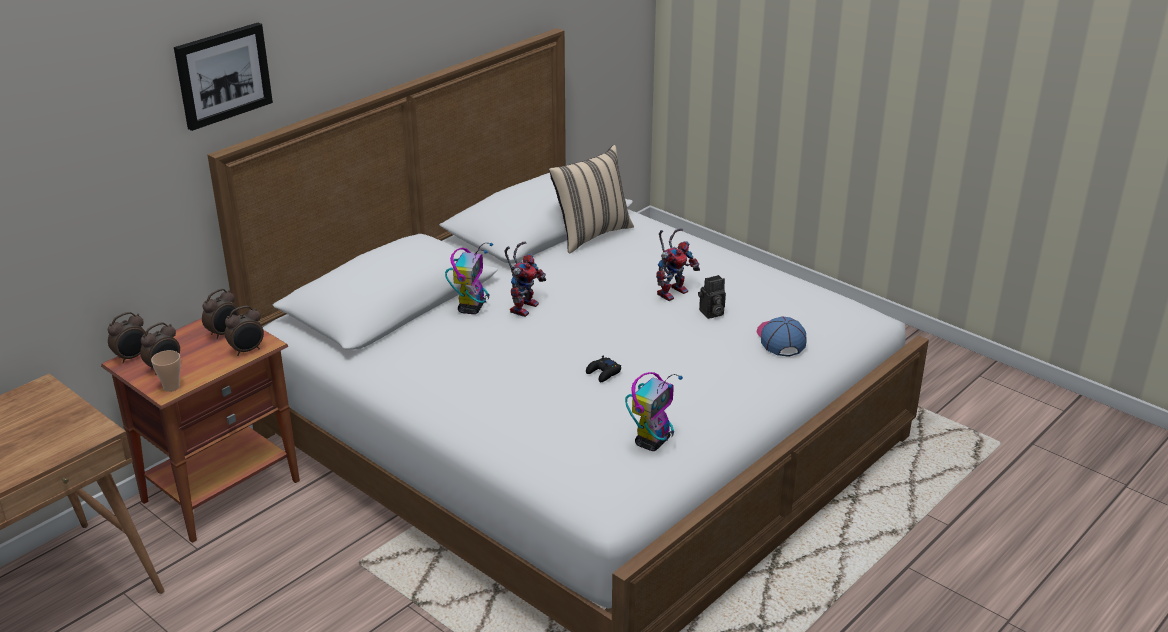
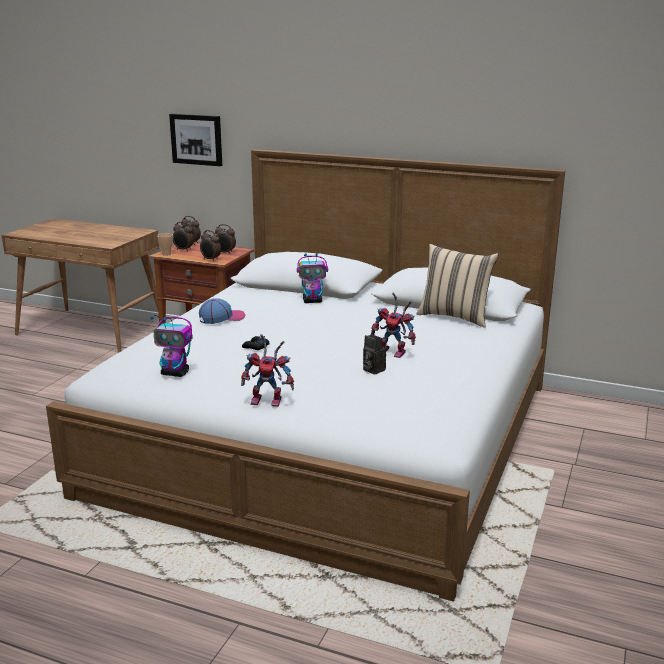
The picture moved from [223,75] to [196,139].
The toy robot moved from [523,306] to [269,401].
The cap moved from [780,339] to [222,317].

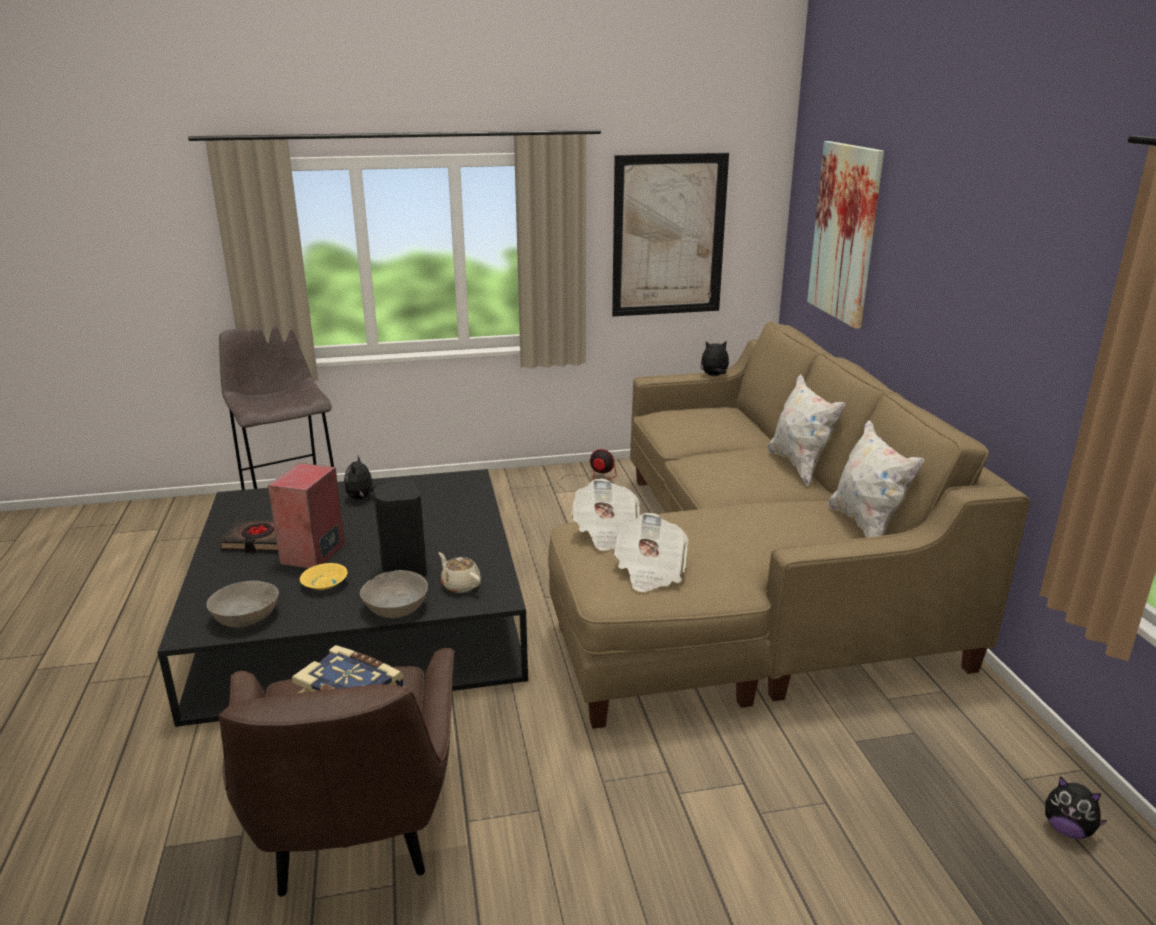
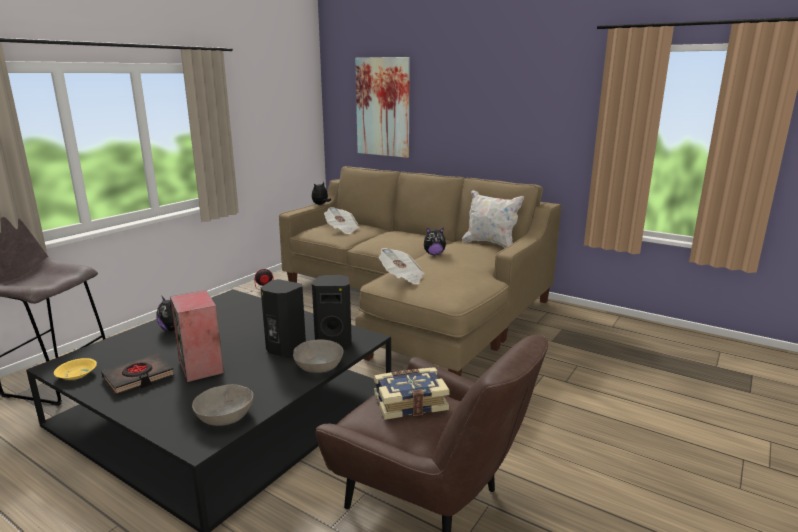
The picture at [668,236] disappeared.
The white pillow at [799,466] disappeared.
The newspaper moved from [649,571] to [342,229].
The beige teapot at [460,585] was replaced by the black speaker at [334,341].
The yellow bowl moved from [325,584] to [78,375].
The plush toy moved from [1067,829] to [434,254].

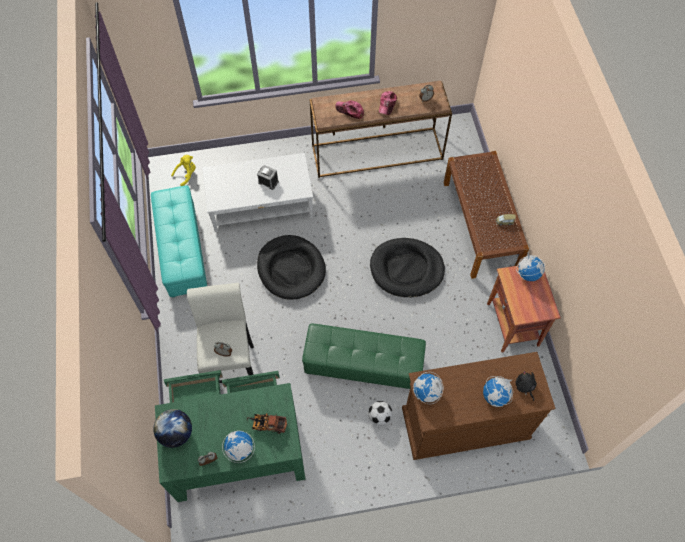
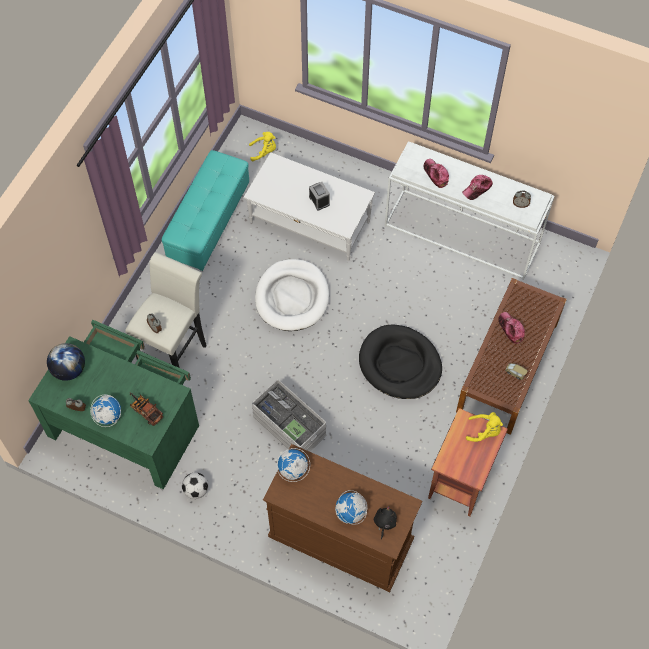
The brown console table at [378,152] became the white console table at [463,234].
The black dog bed at [291,269] became the white dog bed at [292,297].
The globe at [528,274] was replaced by the yellow plush toy at [484,431].
The green ottoman at [362,365] was replaced by the grey storage box at [288,425].
The football moved from [379,416] to [196,490].
The cap at [511,329] appeared.

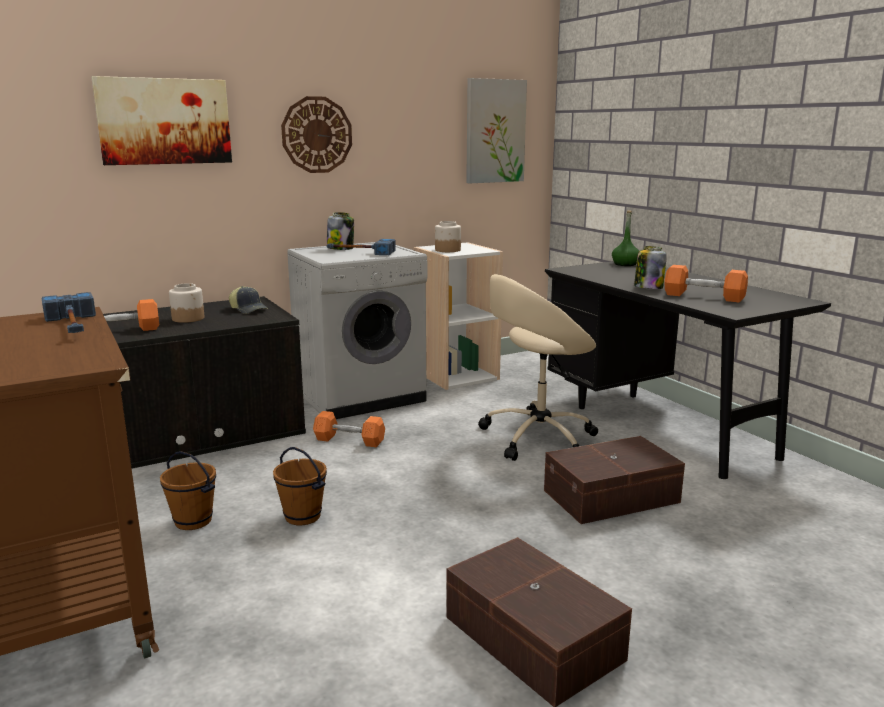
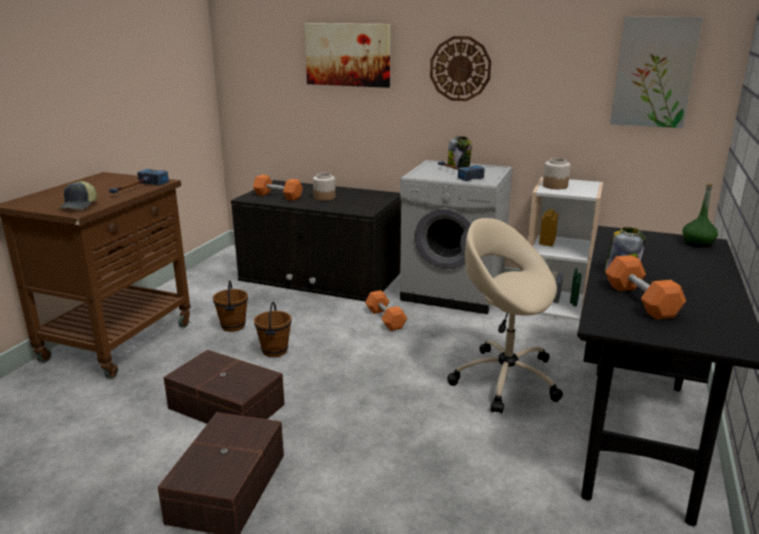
The cap moved from [249,309] to [79,206].
The brown storage box moved from [613,497] to [226,408].

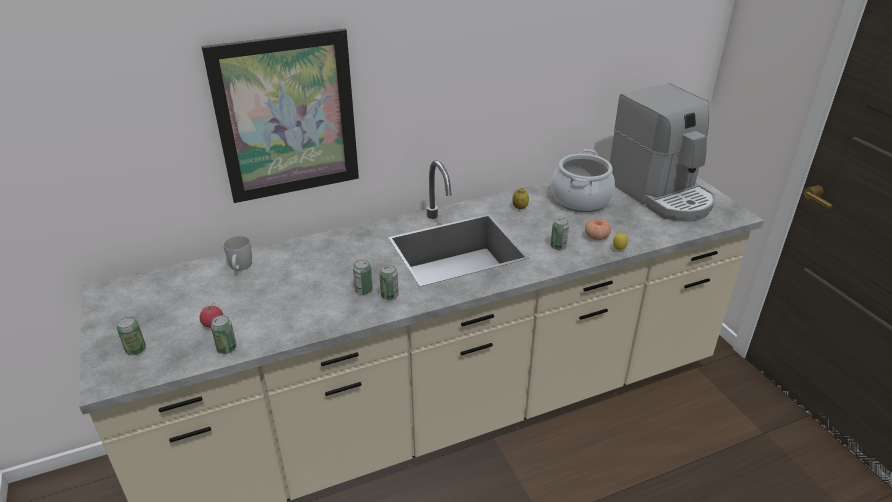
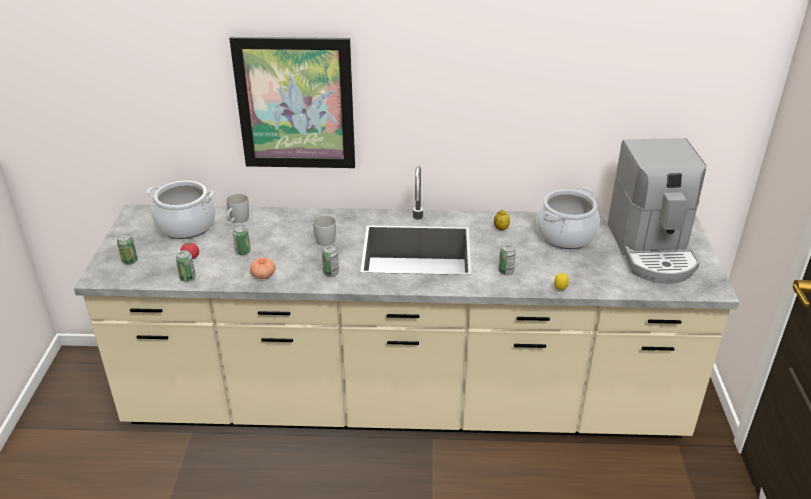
The tomato moved from [596,237] to [263,275].
The can moved from [364,290] to [243,252].
The cooking pot at [186,226] appeared.
The white mug at [326,238] appeared.

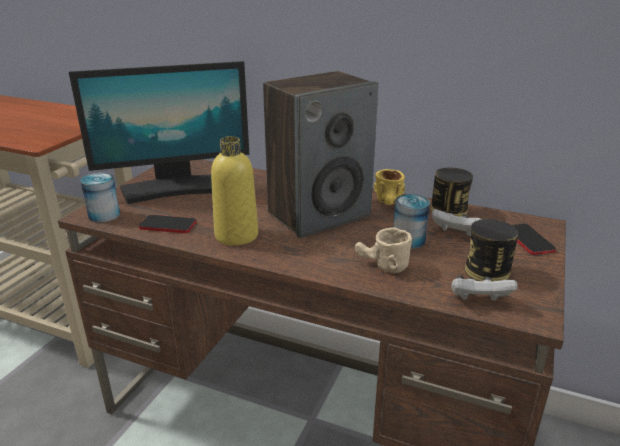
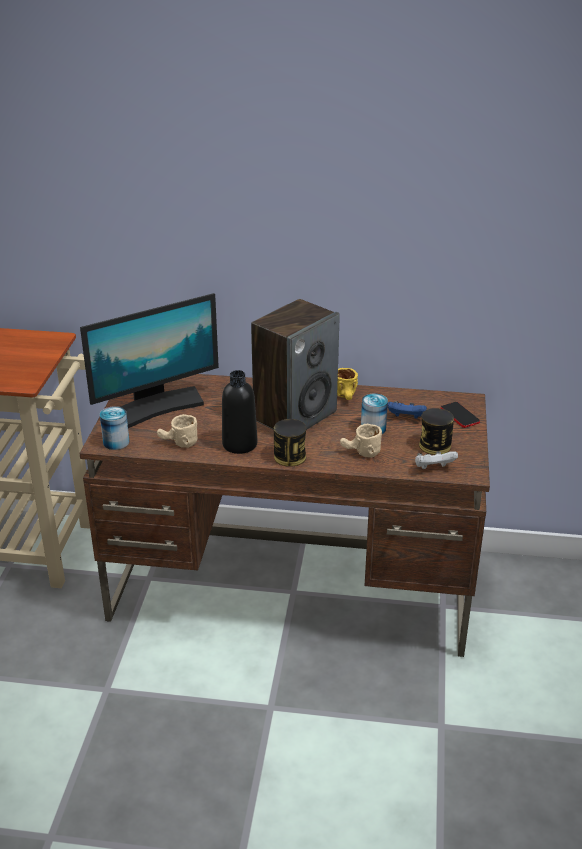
The yellow bottle at [236,235] became the black bottle at [239,444].
The can moved from [448,211] to [289,457].
The white game controller at [455,234] became the blue game controller at [406,418].
The phone at [168,225] was replaced by the beige mug at [178,443].

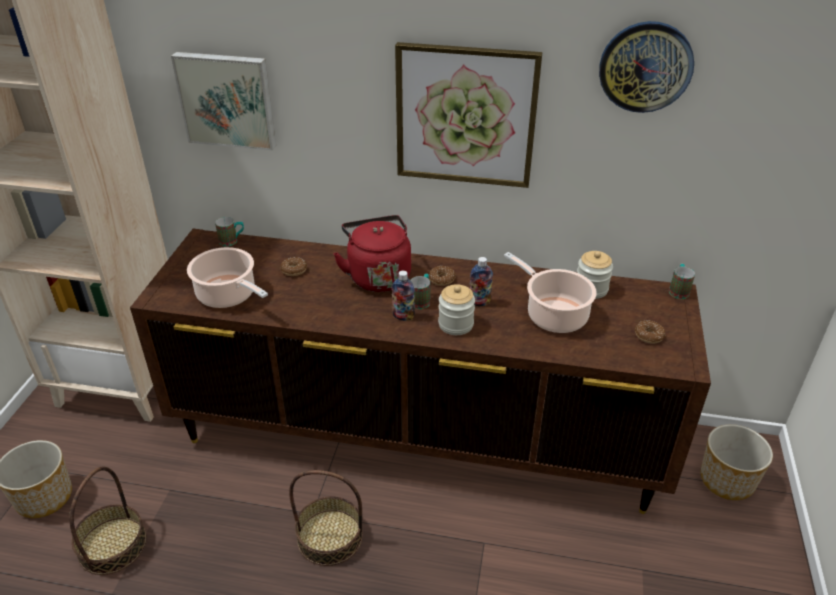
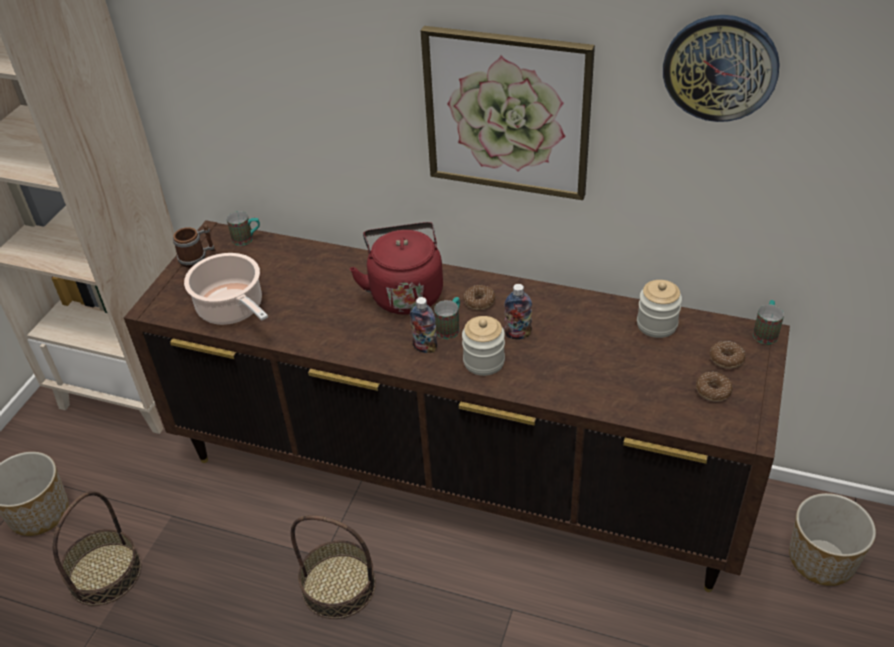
The picture at [227,99] disappeared.
The cooking pot at [553,315] disappeared.
The donut moved from [294,270] to [726,359].
The mug at [198,258] appeared.

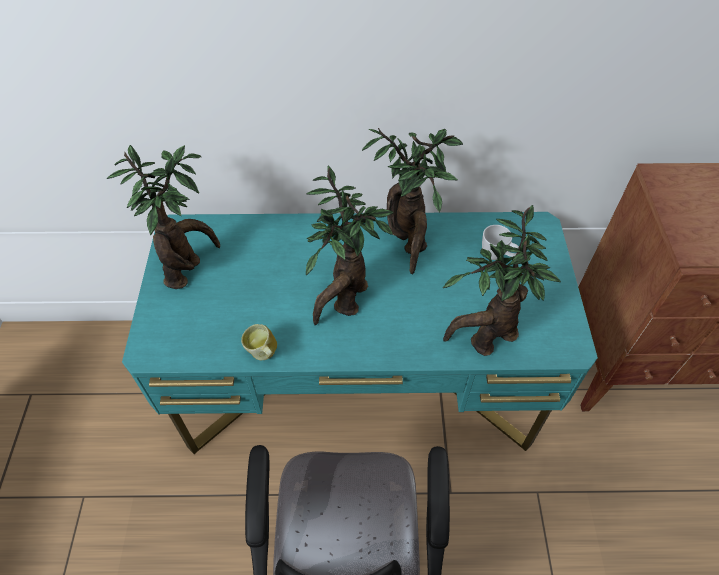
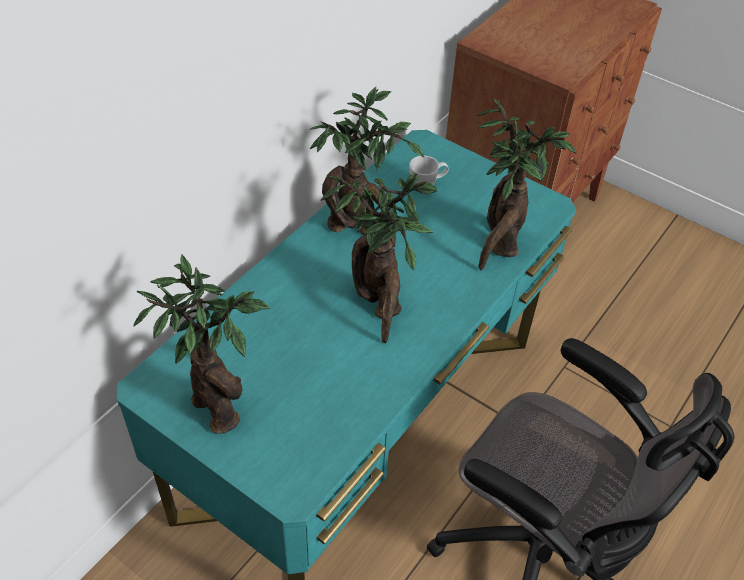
The mug at [263,354] disappeared.

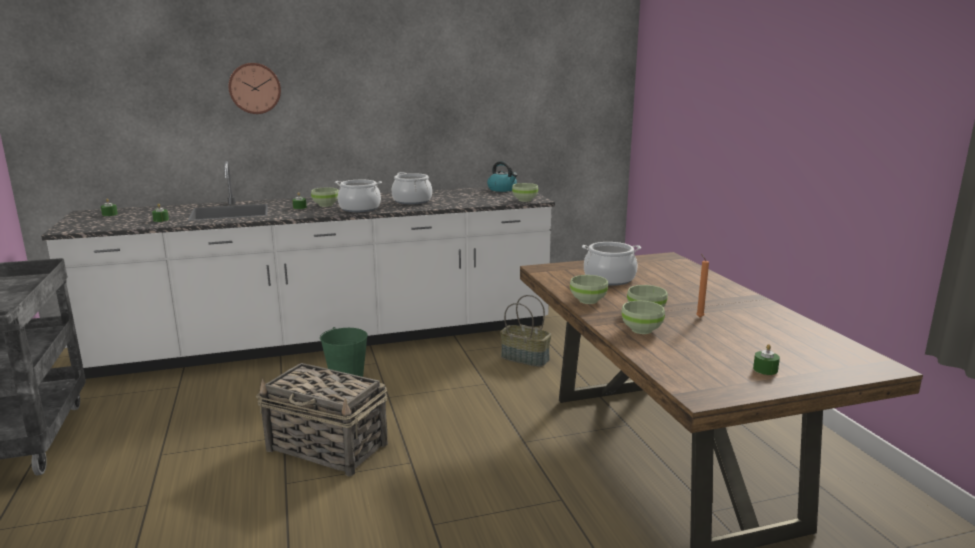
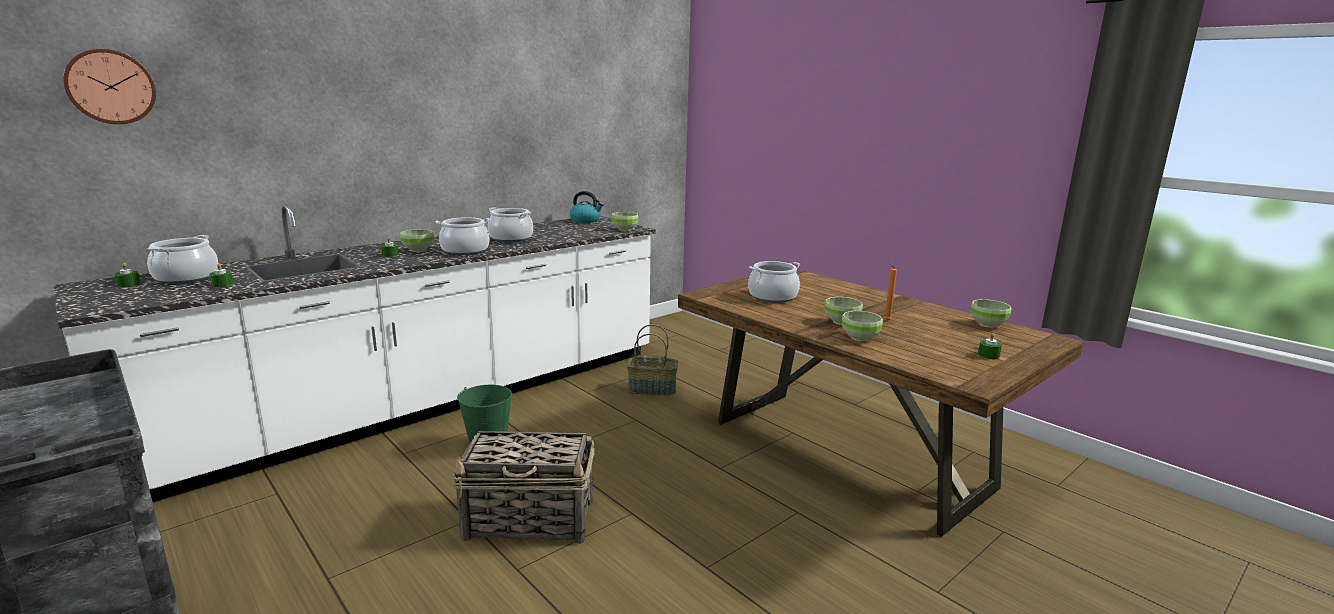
The wall clock moved from [255,88] to [110,87].
The green bowl moved from [587,301] to [987,325].
The cooking pot at [187,278] appeared.

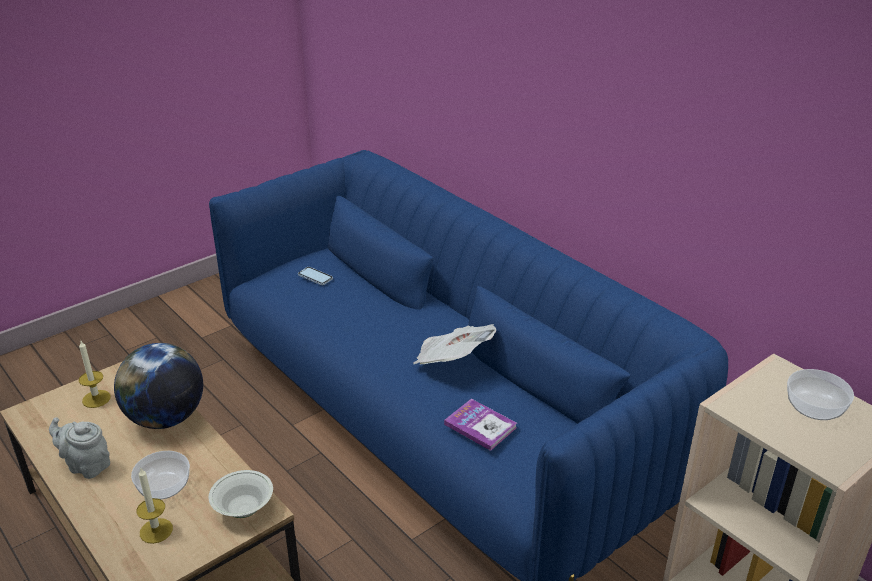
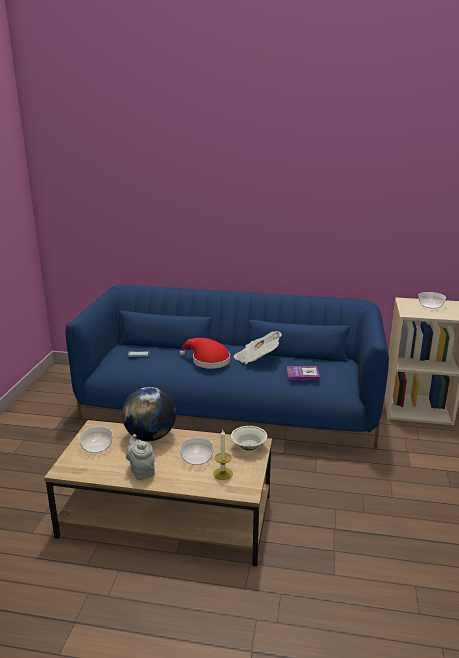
The candle at [96,399] was replaced by the bowl at [96,447].
The grey teapot at [86,465] turned 75 degrees clockwise.
The red hat at [208,361] appeared.

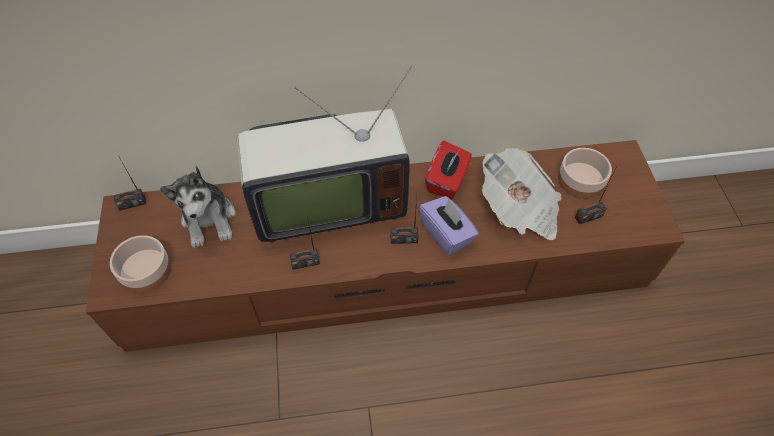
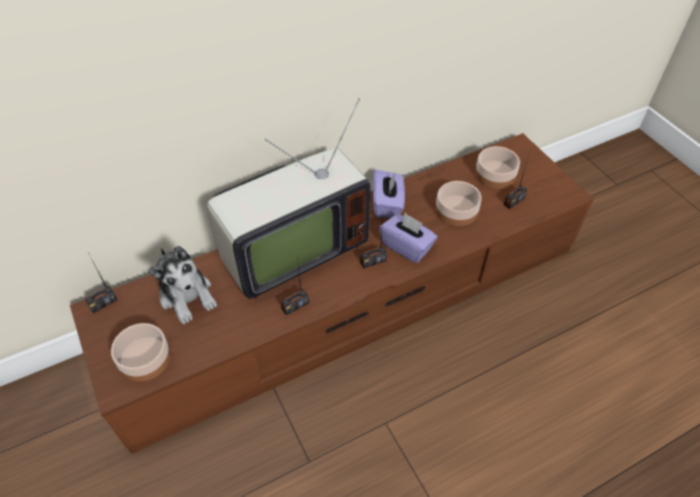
The red tissue box at [447,181] became the purple tissue box at [387,204].
The newspaper at [519,209] was replaced by the bowl at [457,210].

